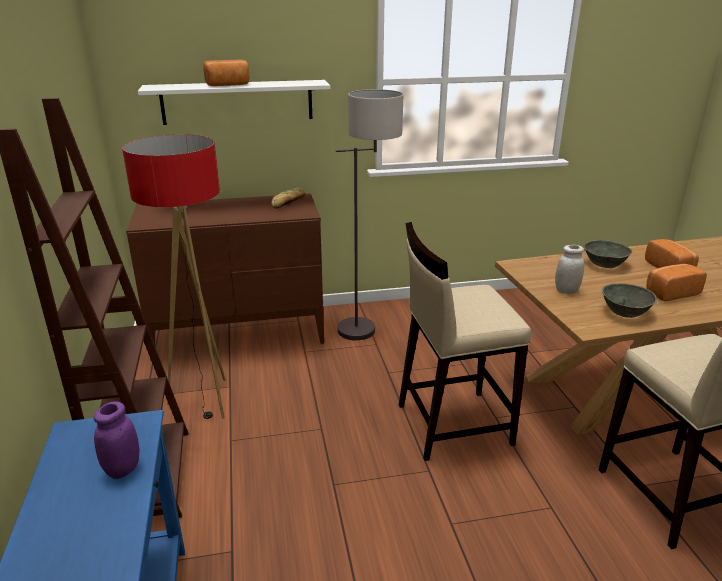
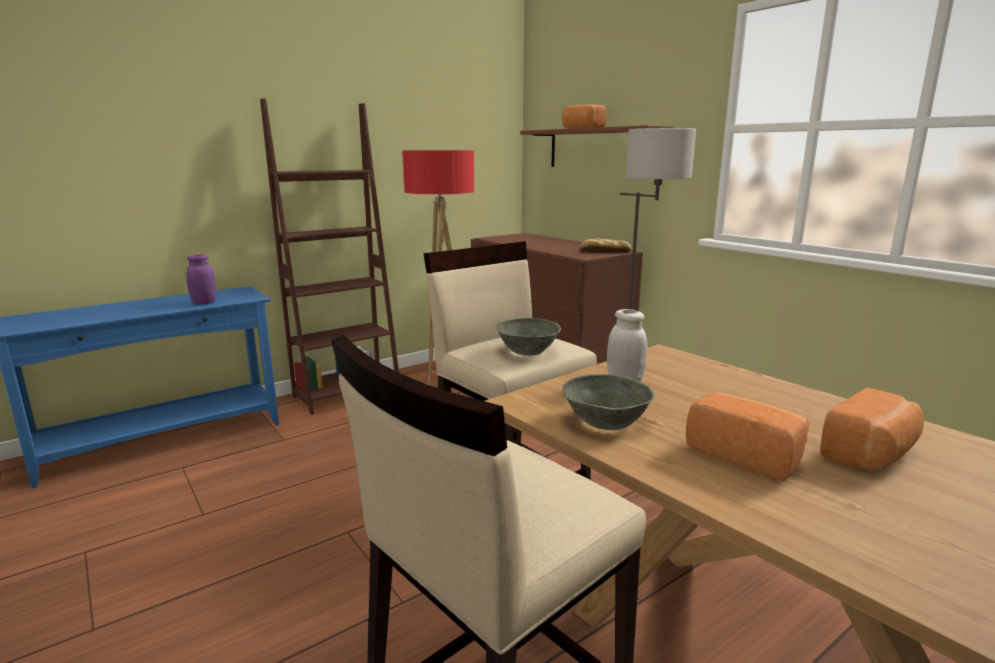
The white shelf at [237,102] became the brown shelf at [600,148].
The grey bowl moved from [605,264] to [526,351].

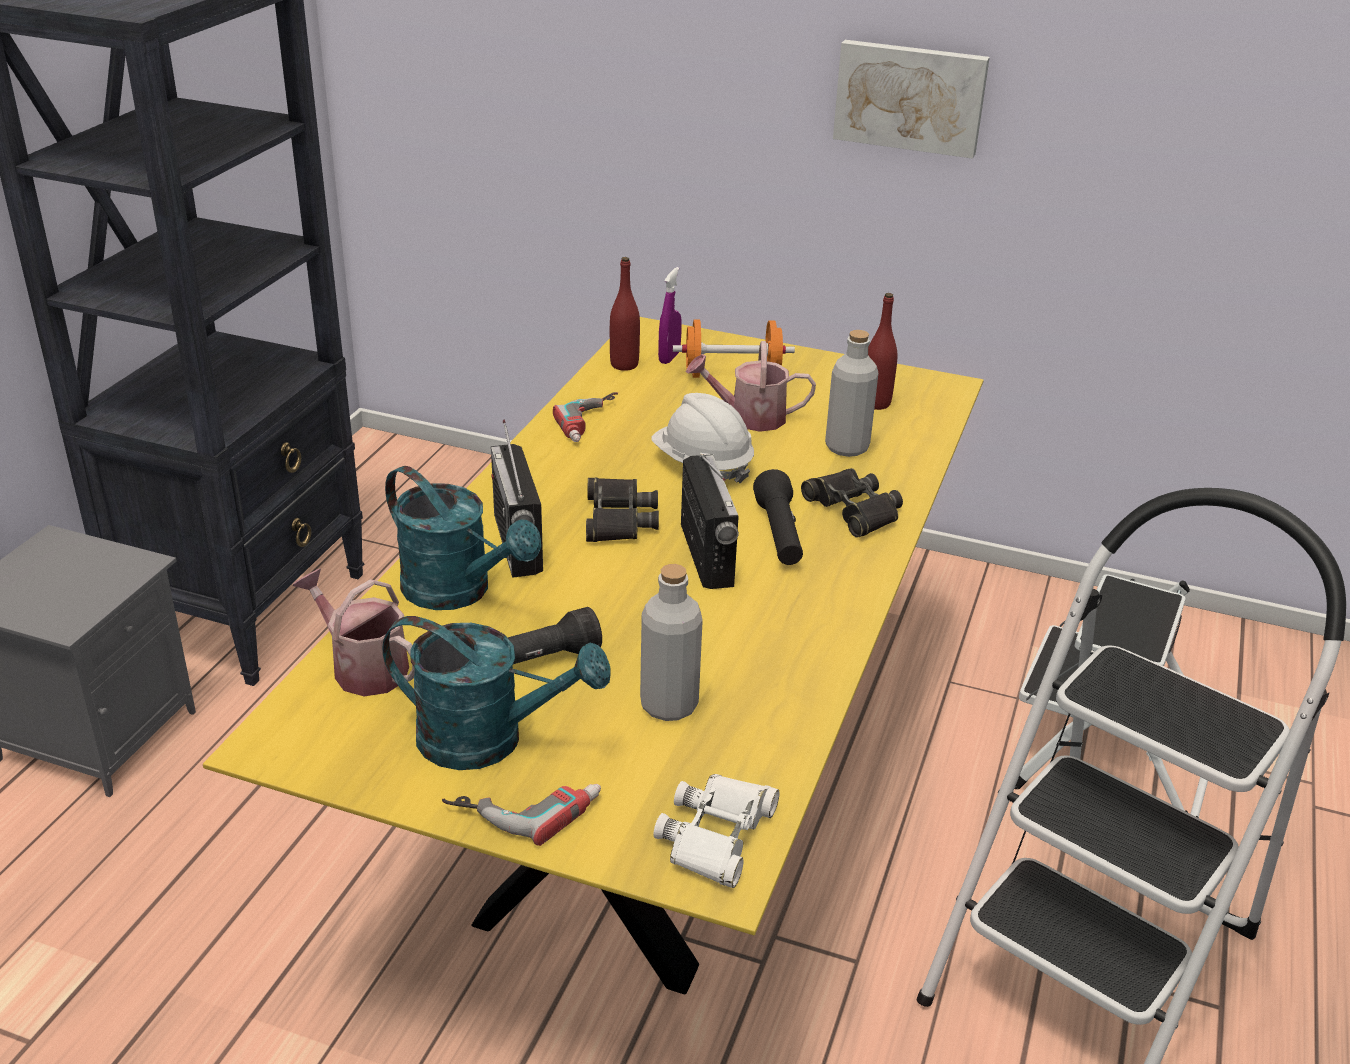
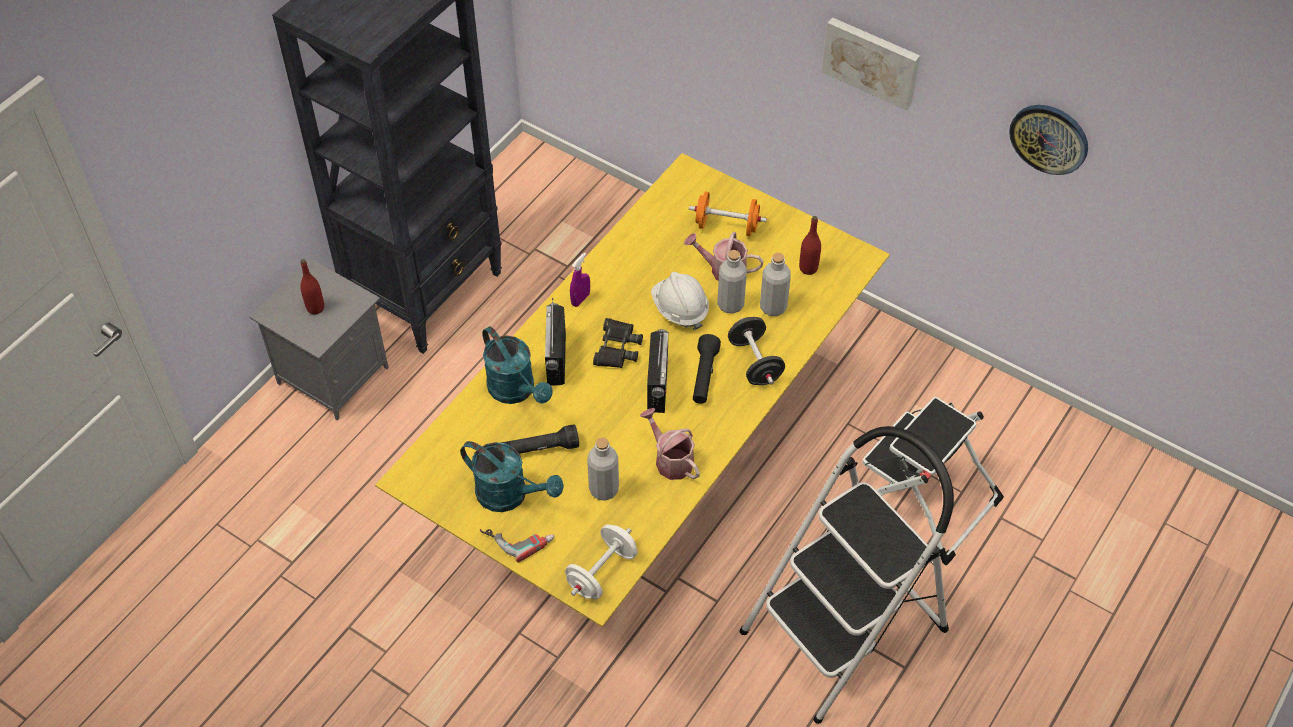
The red bottle moved from [624,365] to [315,308].
The purple spray bottle moved from [669,357] to [580,299].
The power drill at [595,423] disappeared.
The black binoculars at [853,510] was replaced by the black dumbbell at [755,362].
The watering can moved from [363,667] to [670,459].
The white binoculars at [717,836] was replaced by the white dumbbell at [602,572].
The wall clock at [1049,138] appeared.
The grey bottle at [730,304] appeared.

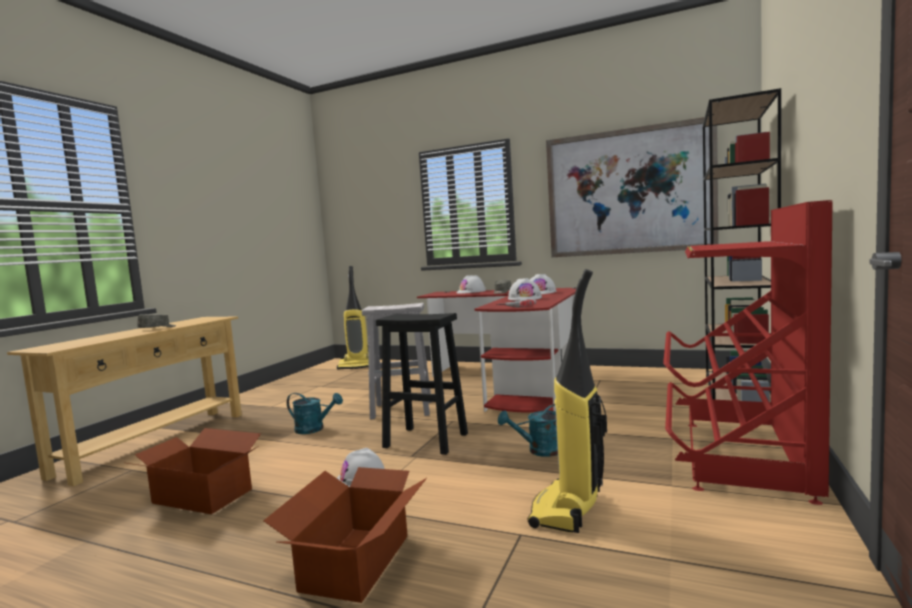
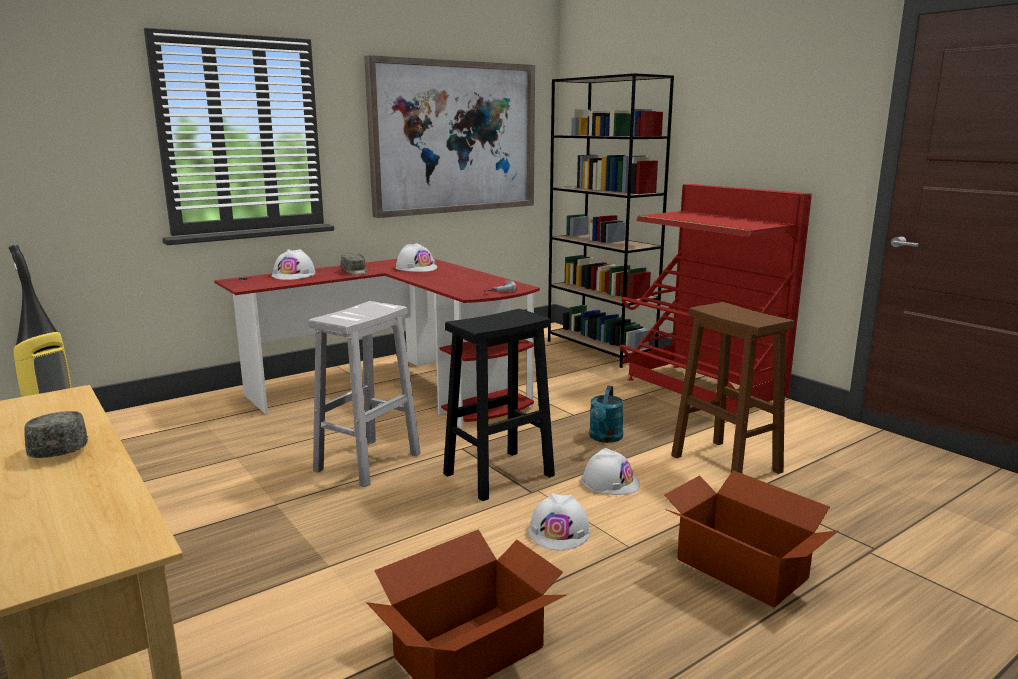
The vacuum cleaner at [568,510] was replaced by the brown stool at [727,464].
The white hard hat moved from [525,298] to [610,482].
The turquoise watering can at [314,429] disappeared.

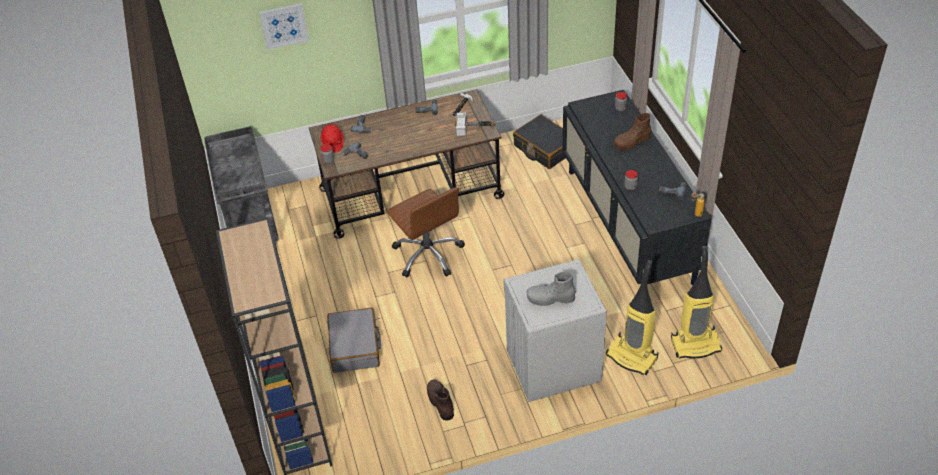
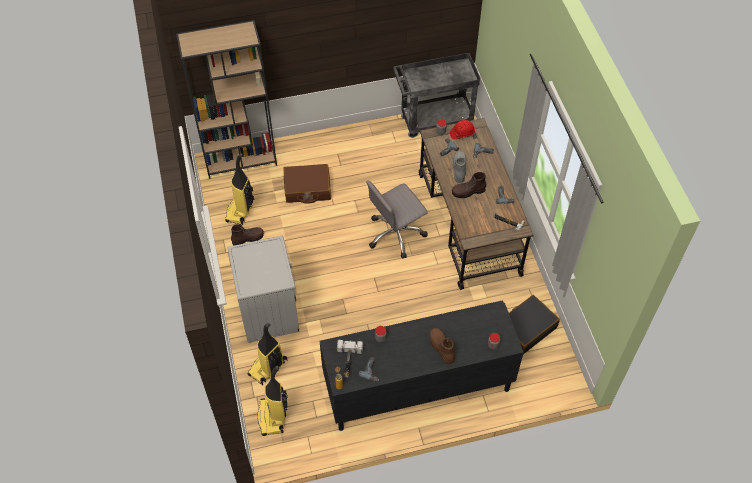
The picture at [284,25] disappeared.
The hammer moved from [475,127] to [348,361].
The brown office chair at [428,254] became the grey office chair at [395,234].
The grey boot moved from [550,299] to [459,169].
The grey suitcase at [355,346] became the brown suitcase at [307,188].
The vacuum cleaner at [240,211] appeared.
The brown boot at [468,192] appeared.

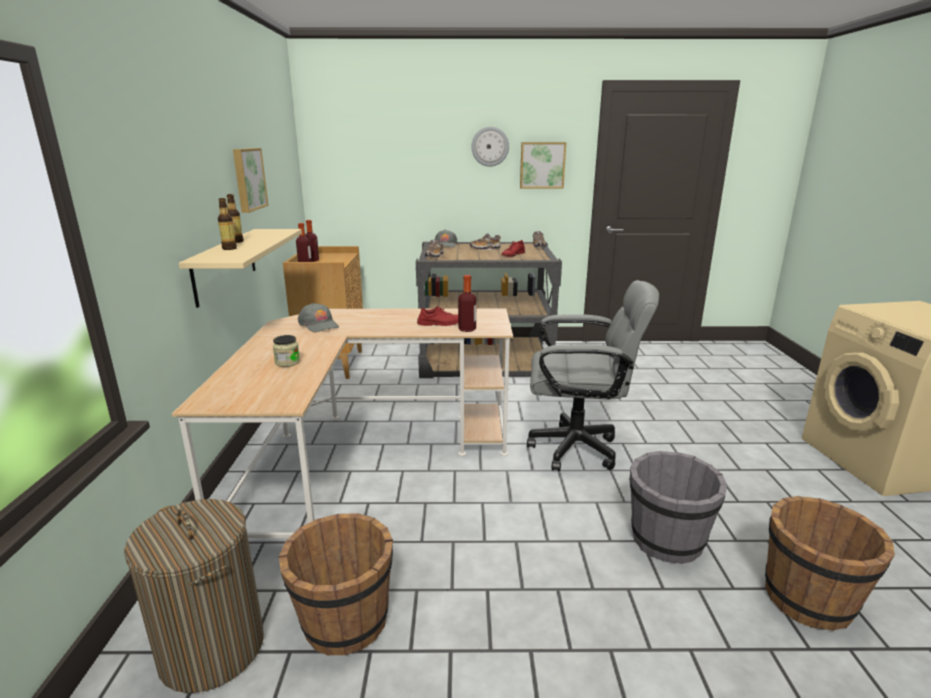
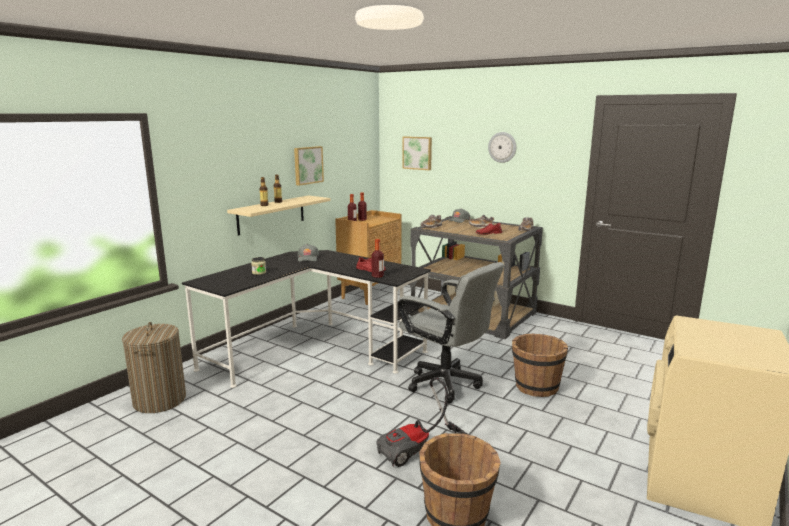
The picture moved from [542,165] to [417,153].
The beige desk at [362,459] became the black desk at [314,349].
The grey bucket at [667,541] was replaced by the vacuum cleaner at [418,450].
The brown bucket moved from [344,622] to [536,387].

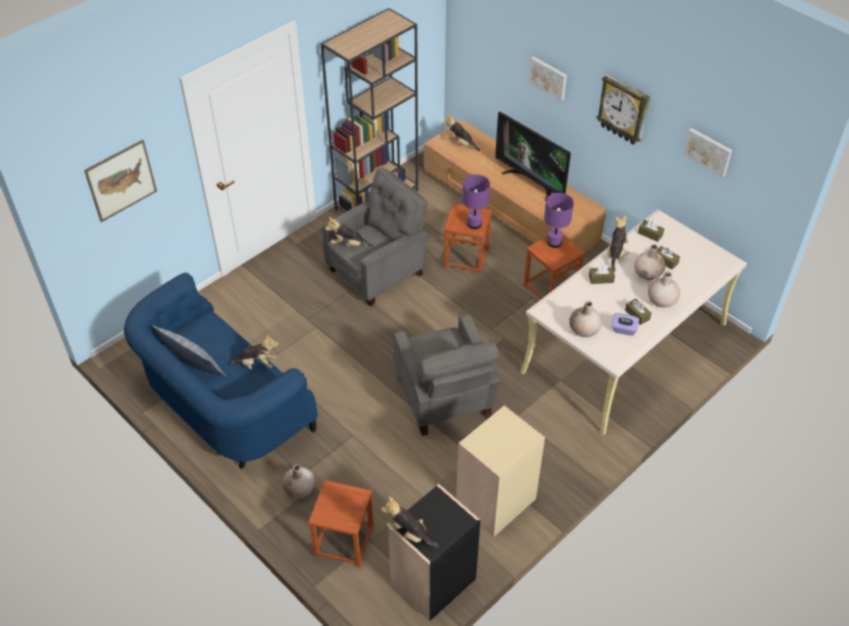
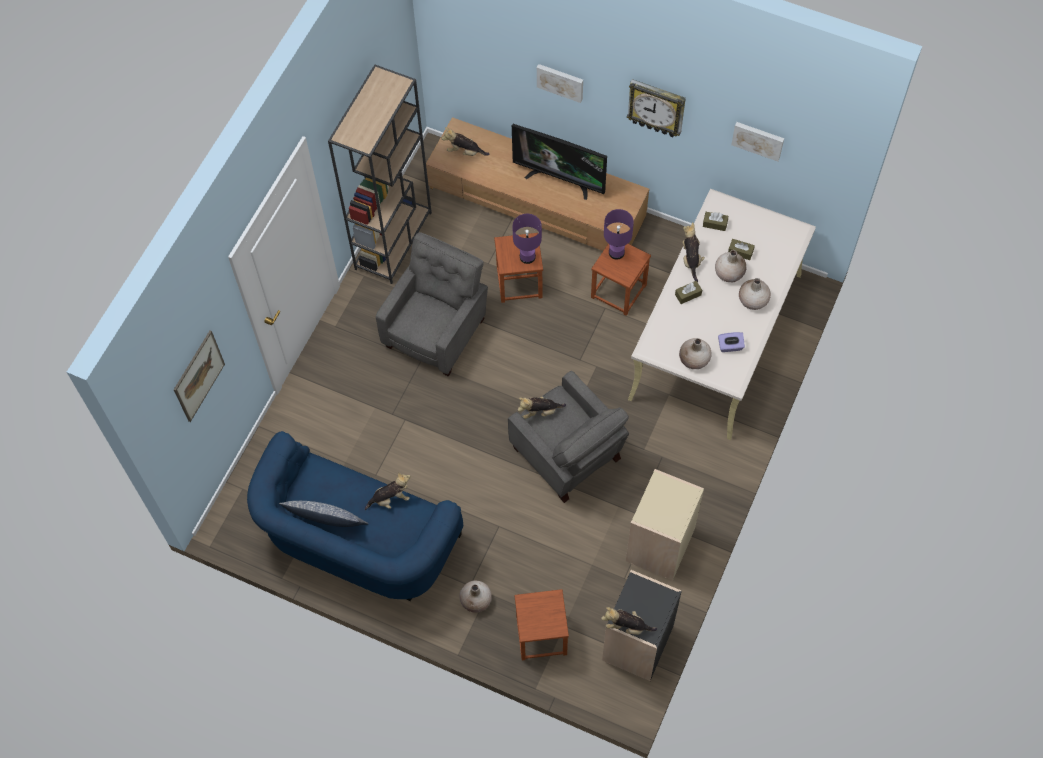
The plush toy moved from [348,244] to [540,412].
The brown tissue box at [637,315] disappeared.

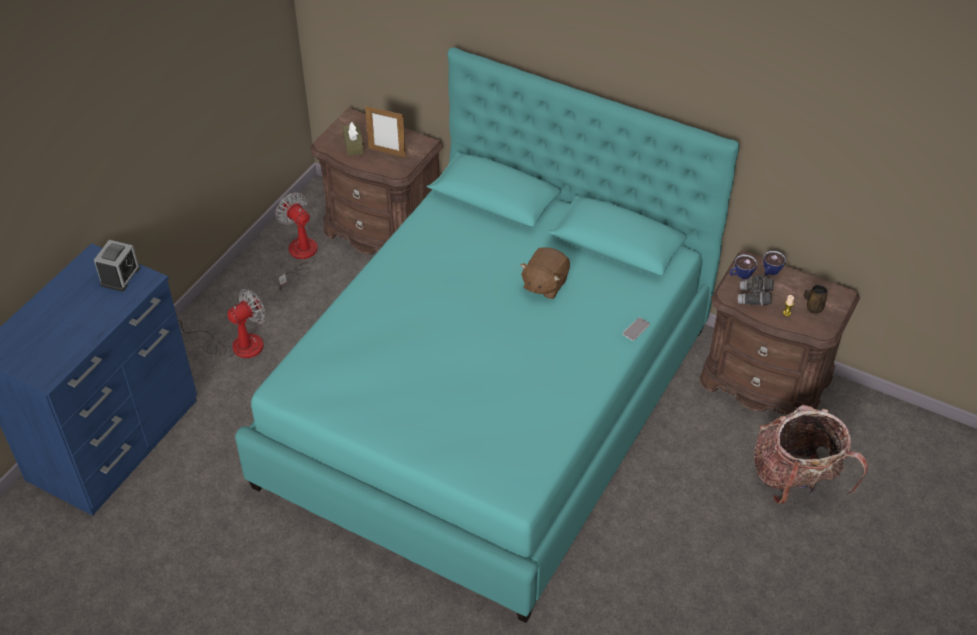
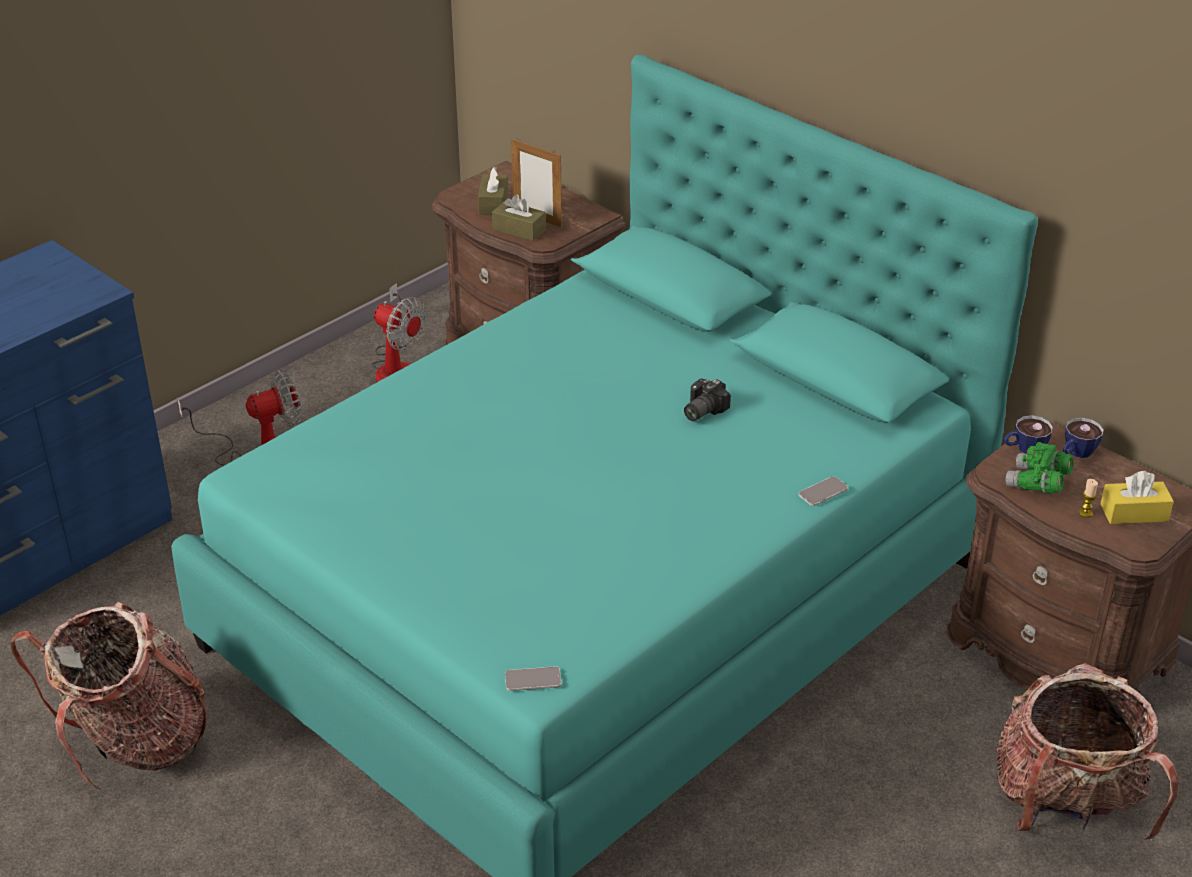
The fan at [299,257] turned 150 degrees clockwise.
The alarm clock at [120,276] disappeared.
The brown plush toy at [544,284] was replaced by the photo camera at [701,410].
The grey binoculars at [754,298] became the green binoculars at [1037,484].
The brown mug at [813,307] was replaced by the yellow tissue box at [1134,512].
The brown tissue box at [519,230] appeared.
The backpack at [135,742] appeared.
The phone at [533,680] appeared.

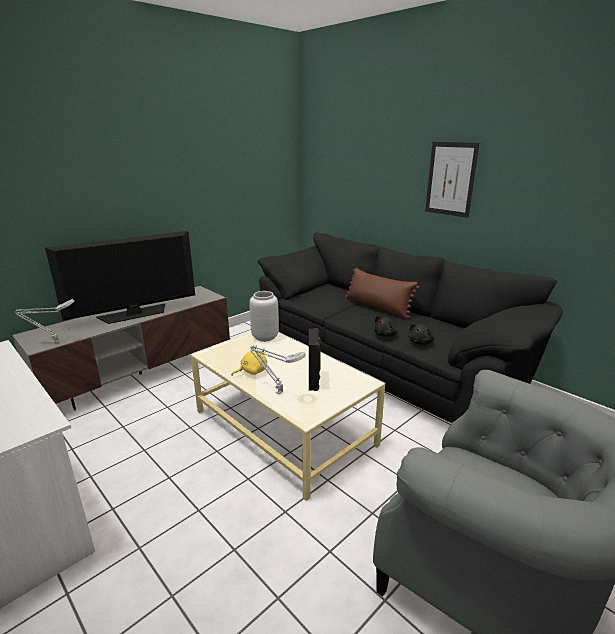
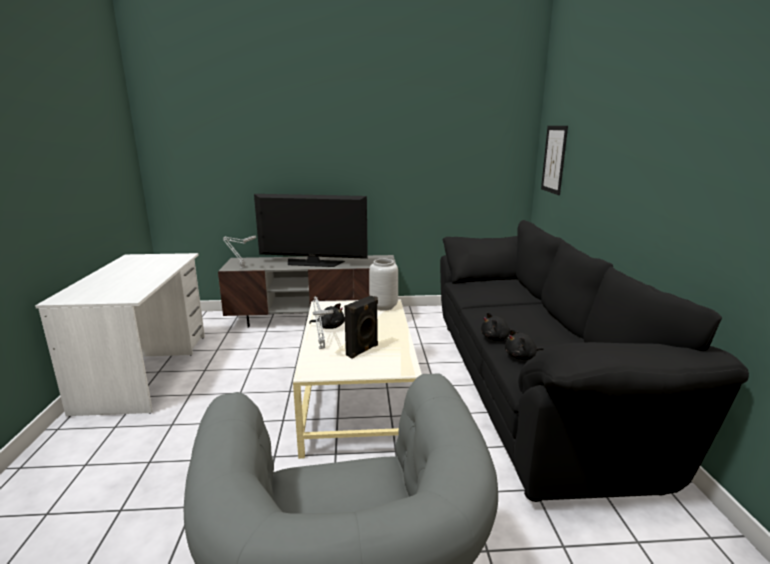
The picture moved from [450,179] to [554,159].
The brown pillow at [377,307] disappeared.
The yellow plush toy at [252,371] became the black plush toy at [330,327].

